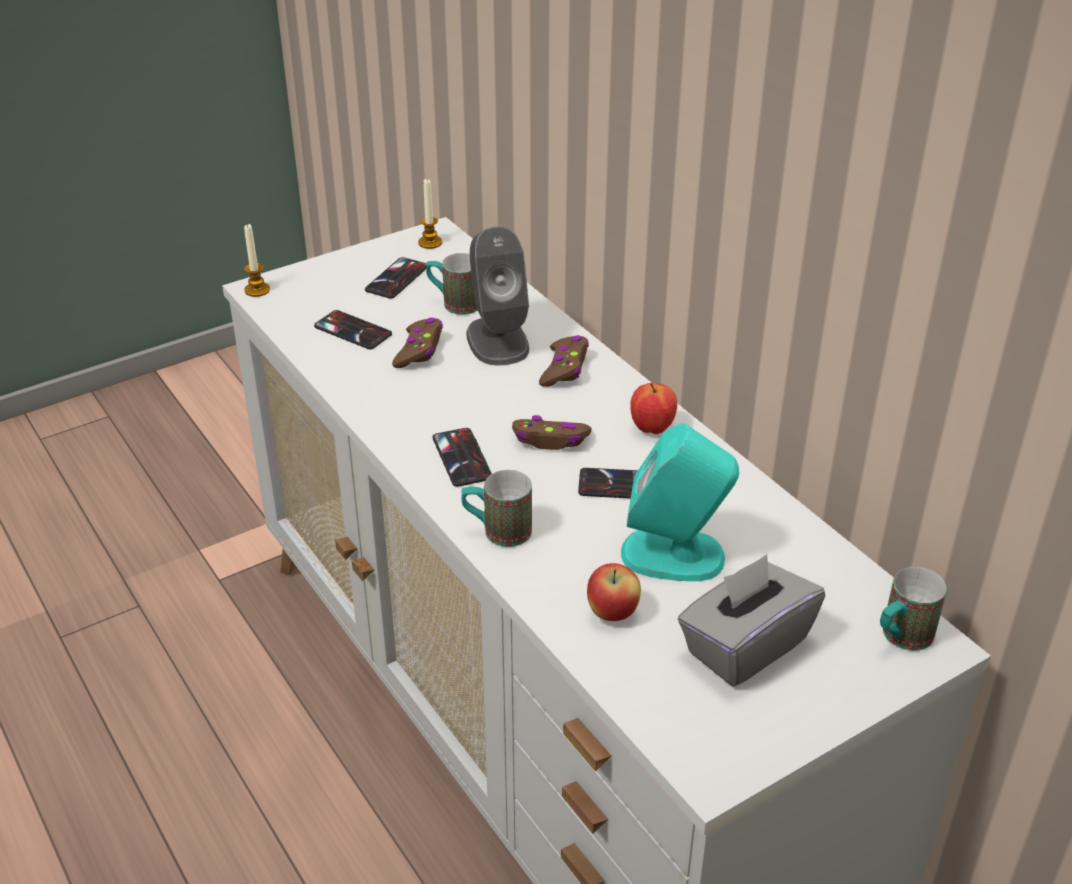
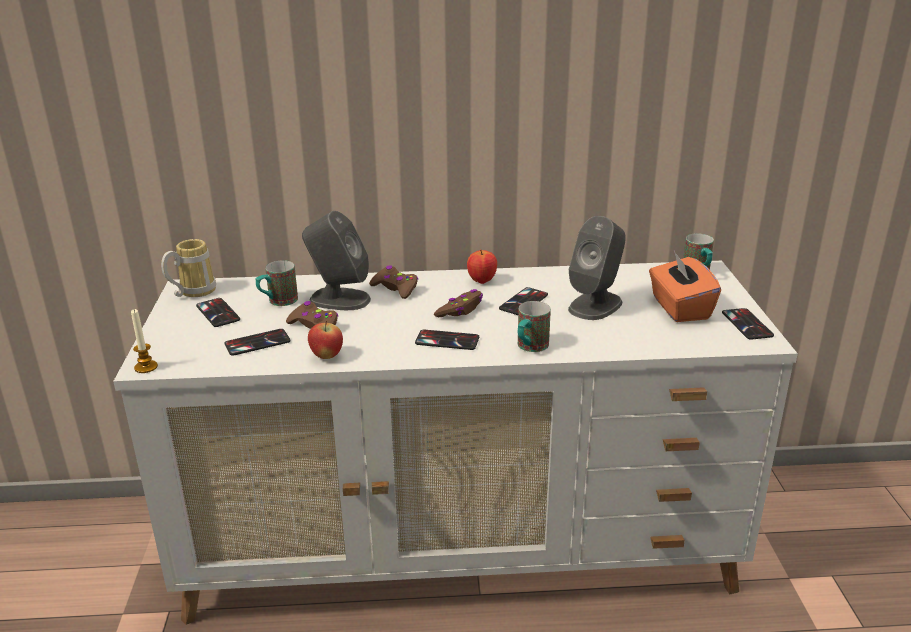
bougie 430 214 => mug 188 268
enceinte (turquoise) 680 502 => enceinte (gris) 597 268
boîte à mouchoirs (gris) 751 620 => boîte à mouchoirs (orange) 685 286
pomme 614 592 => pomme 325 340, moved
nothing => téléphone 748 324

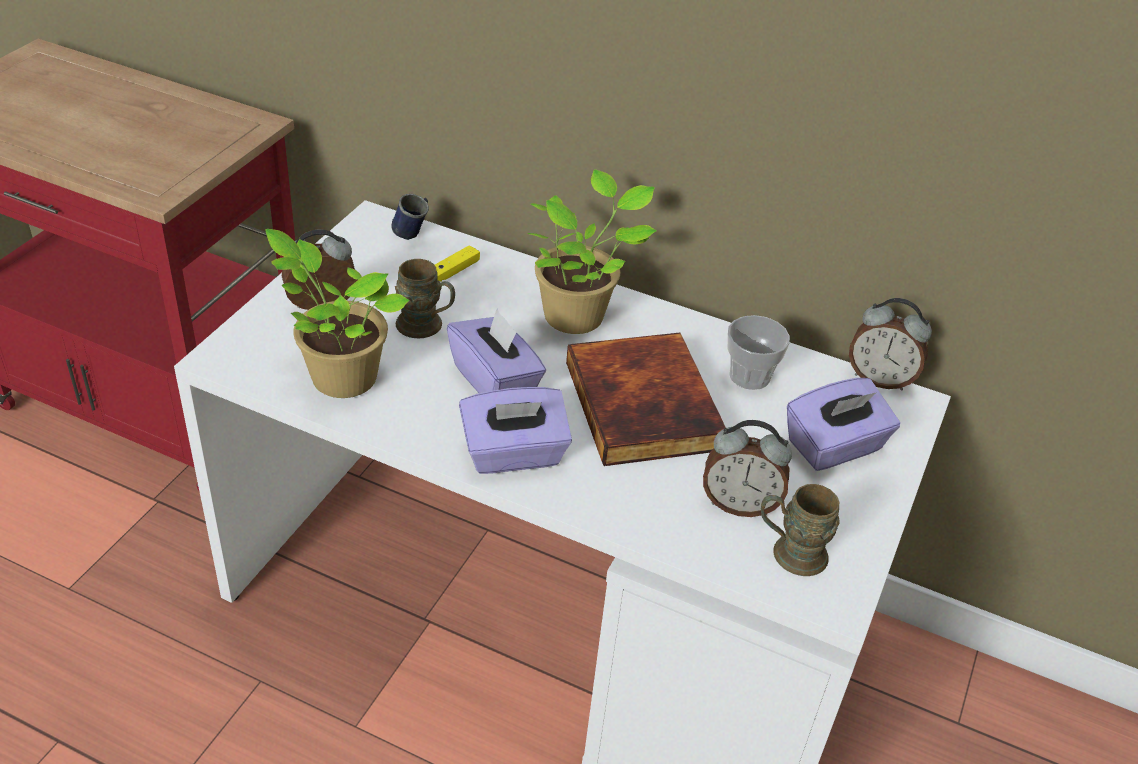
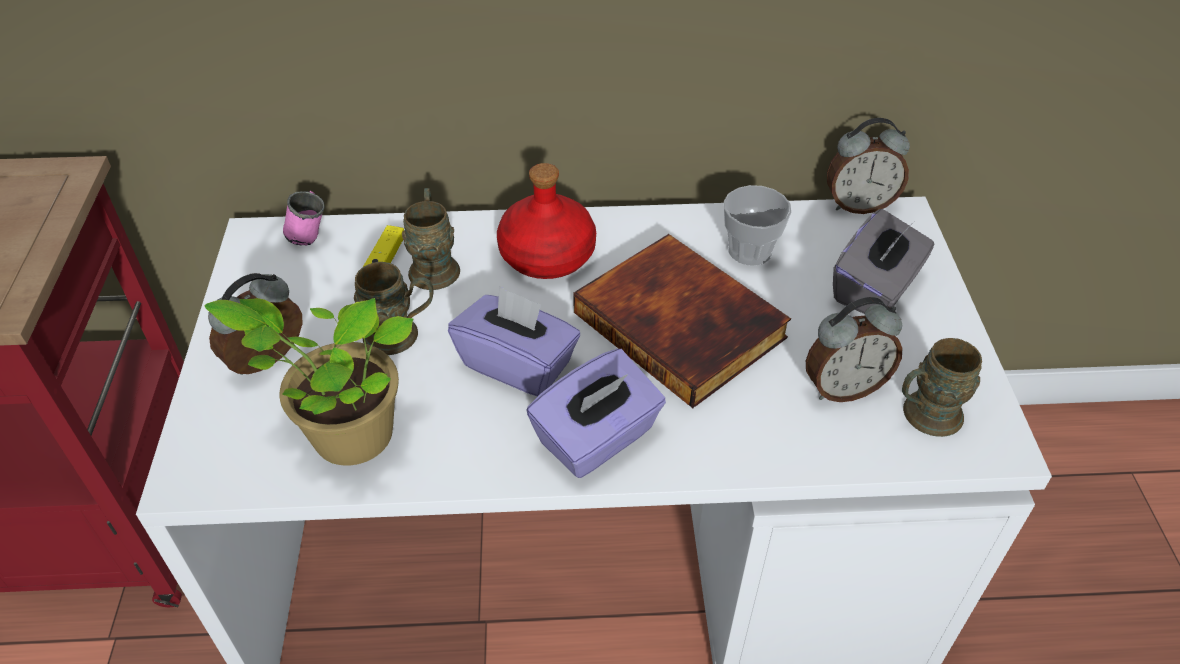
plante en pot 592 252 => bouteille (rouge) 546 221
mug (bleu) 410 217 => mug (rose) 304 218
boîte à mouchoirs (violet) 843 424 => boîte à mouchoirs (gris) 883 261
nothing => mug (marron) 431 239

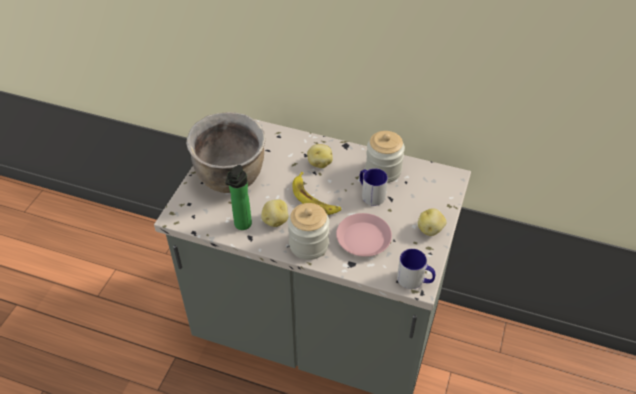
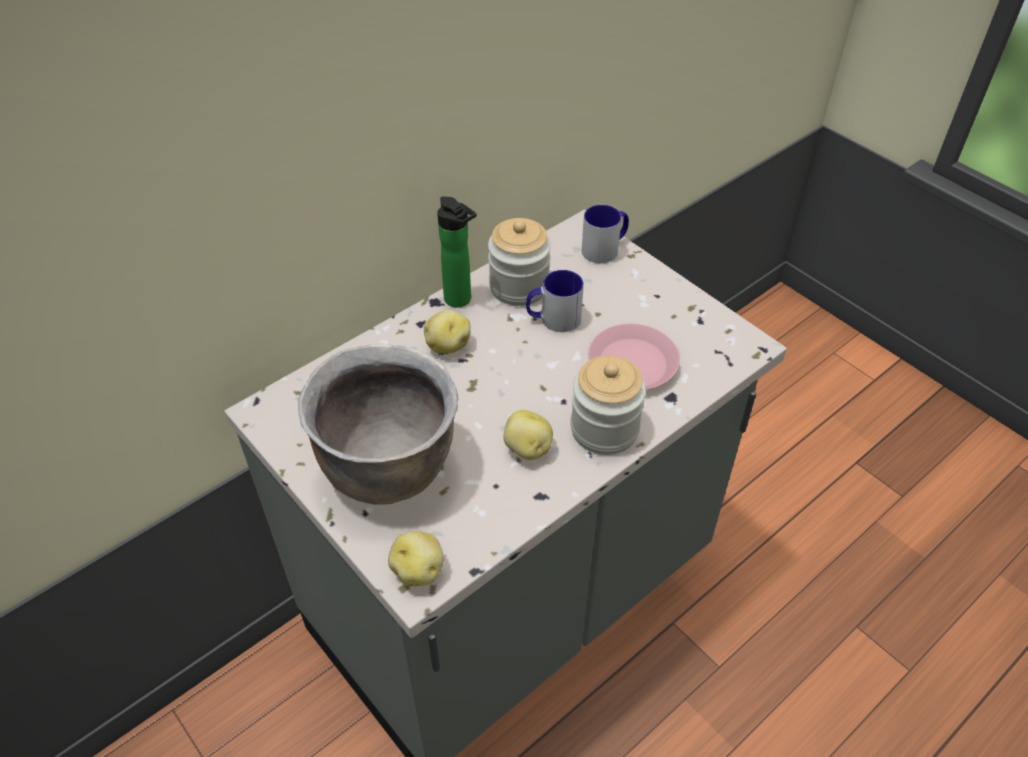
bouteille 238 197 => bouteille 457 251, moved
banane 316 193 => nothing
pomme de terre 432 222 => pomme de terre 416 558, moved
mug 416 269 => mug 605 234, moved

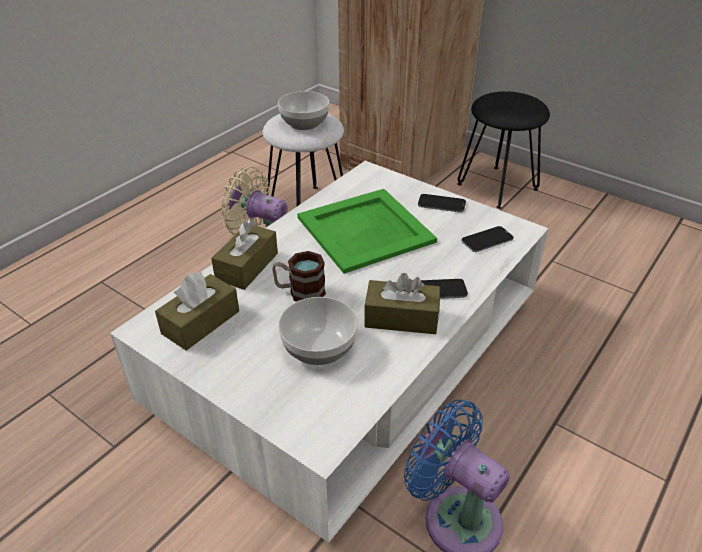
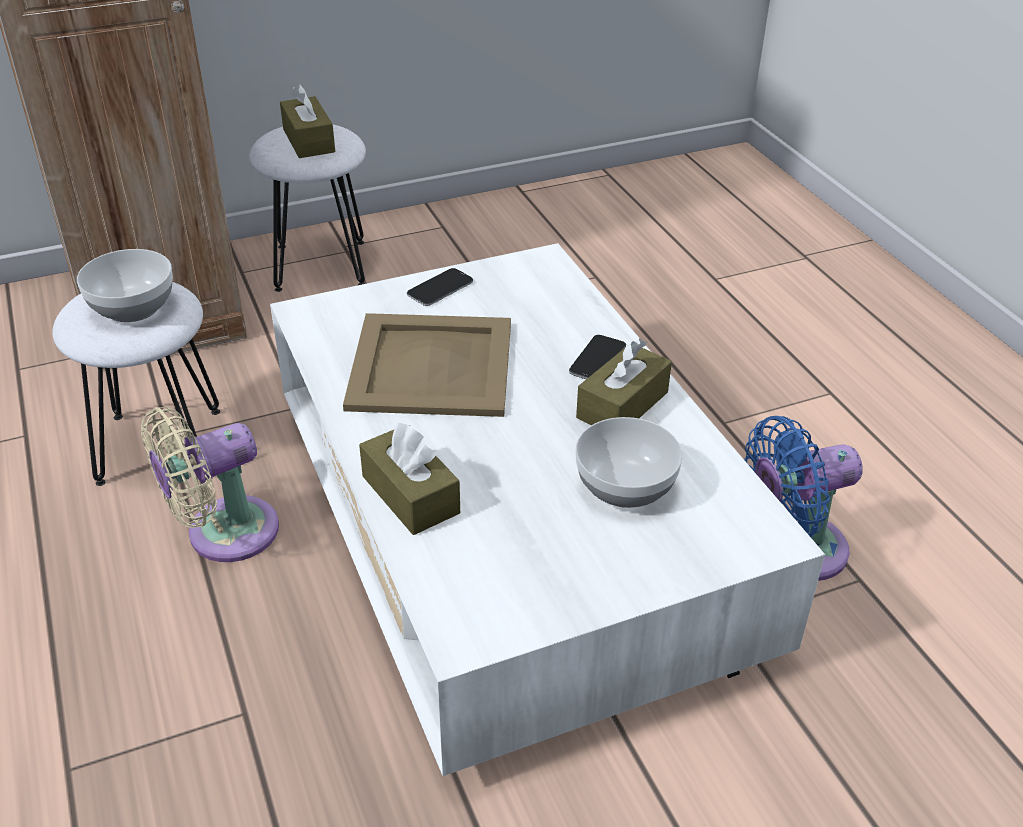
tabouret (noir) 503 150 => tabouret (blanc) 307 208
plateau (vert) 367 231 => plateau (beige) 427 365
téléphone 488 239 => nothing
mug 299 276 => nothing
boîte à mouchoirs (marron) 197 311 => boîte à mouchoirs (marron) 307 121, moved

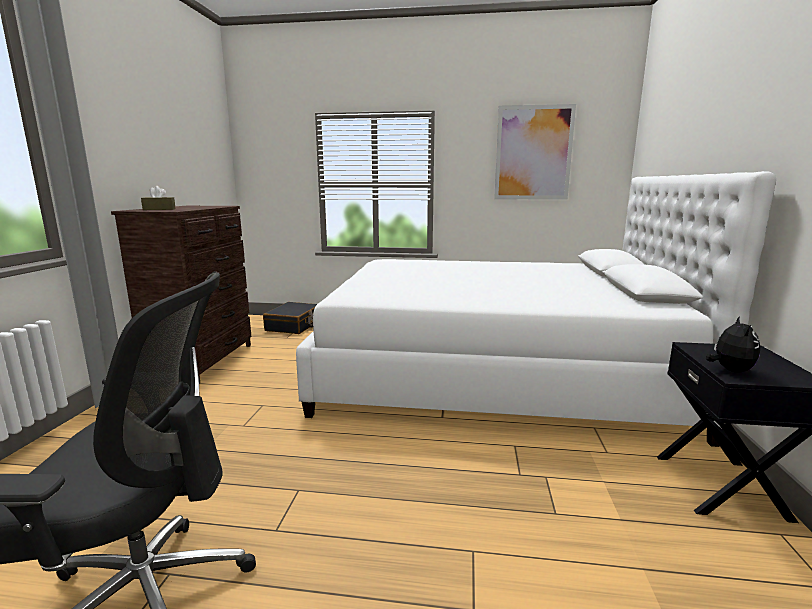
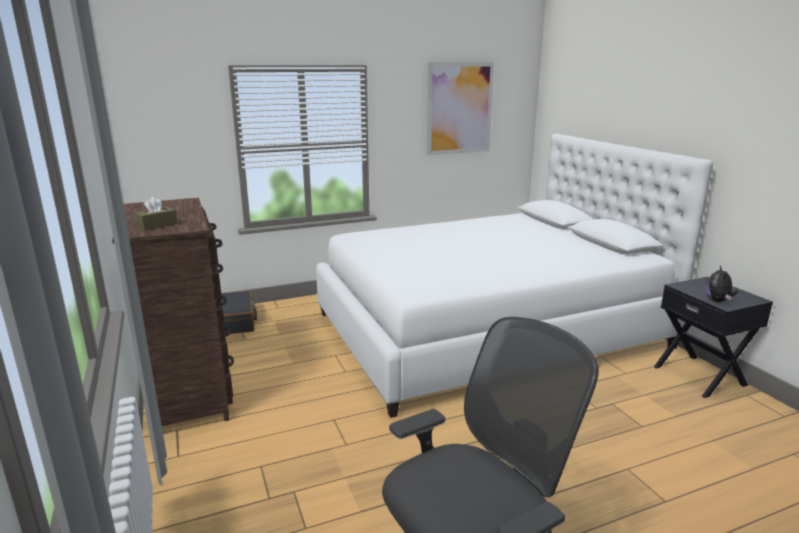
peluche 733 344 => peluche 722 284, 150 degrees counterclockwise

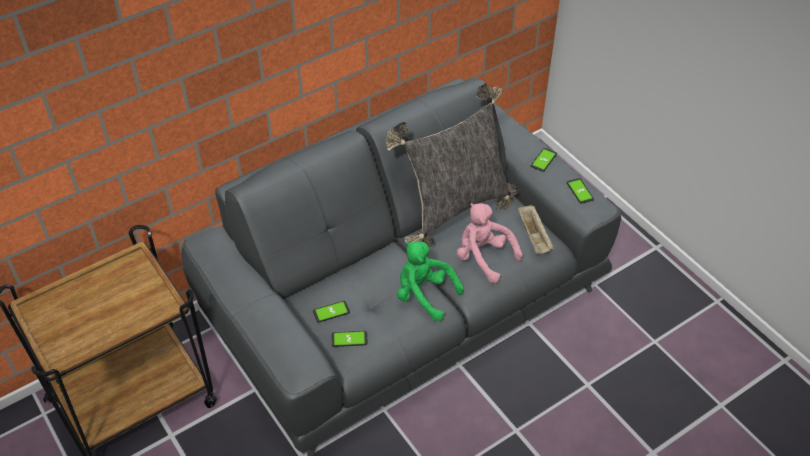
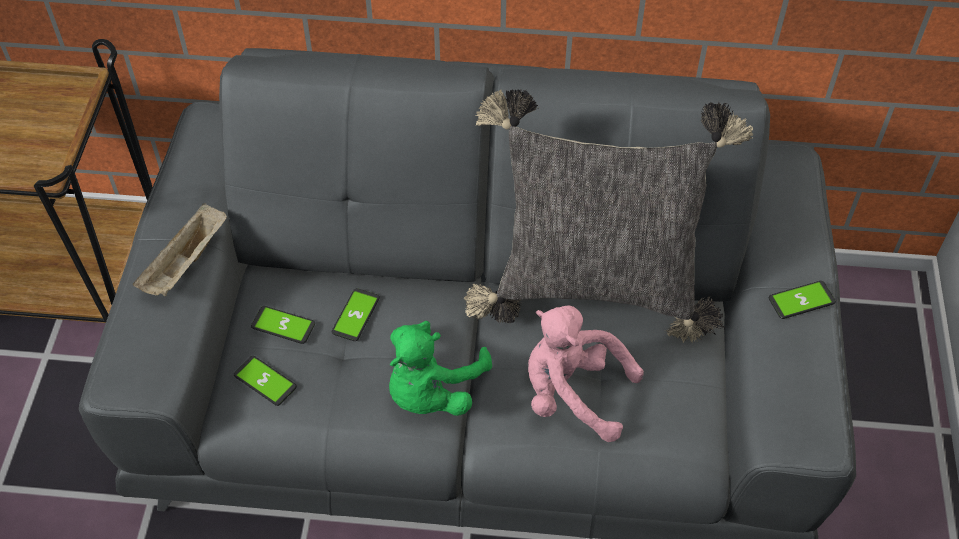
téléphone 580 191 => téléphone 356 314, moved
peluche (rose) 490 243 => peluche (rose) 586 374, 60 degrees counterclockwise
plateau (beige) 536 229 => plateau (beige) 180 249, moved
peluche (vert) 430 281 => peluche (vert) 440 368, 135 degrees counterclockwise

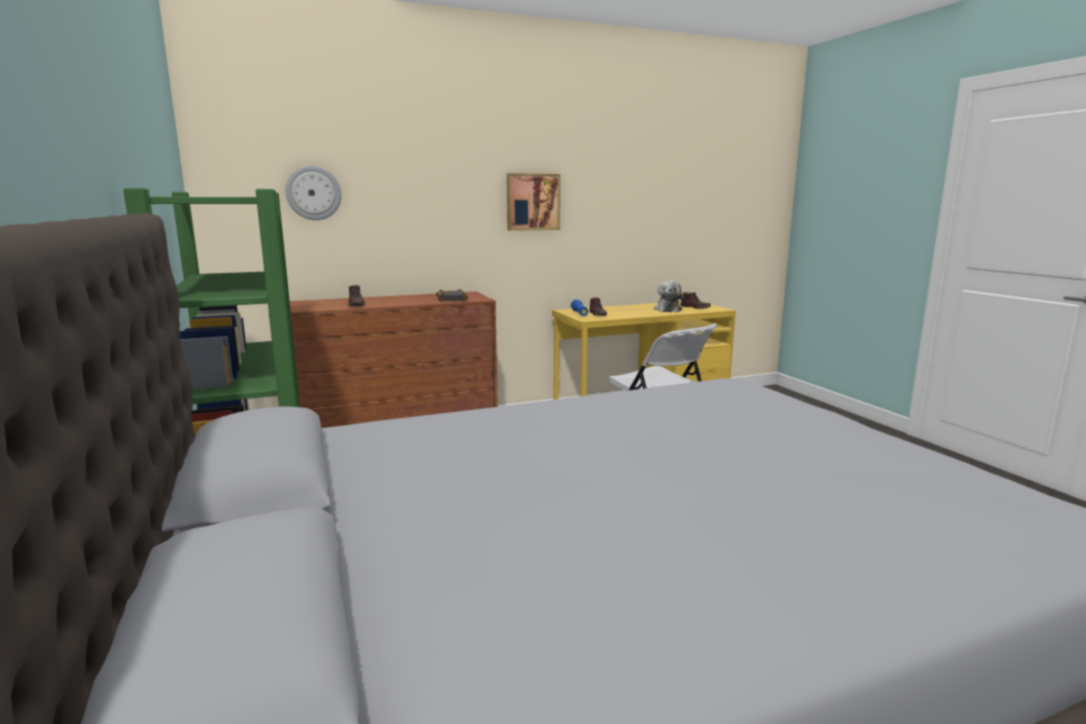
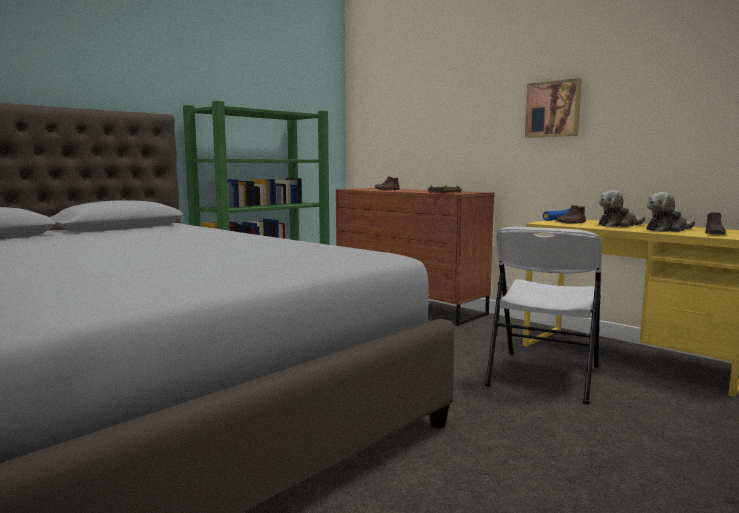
horloge murale 313 192 => nothing
nothing => peluche 622 208

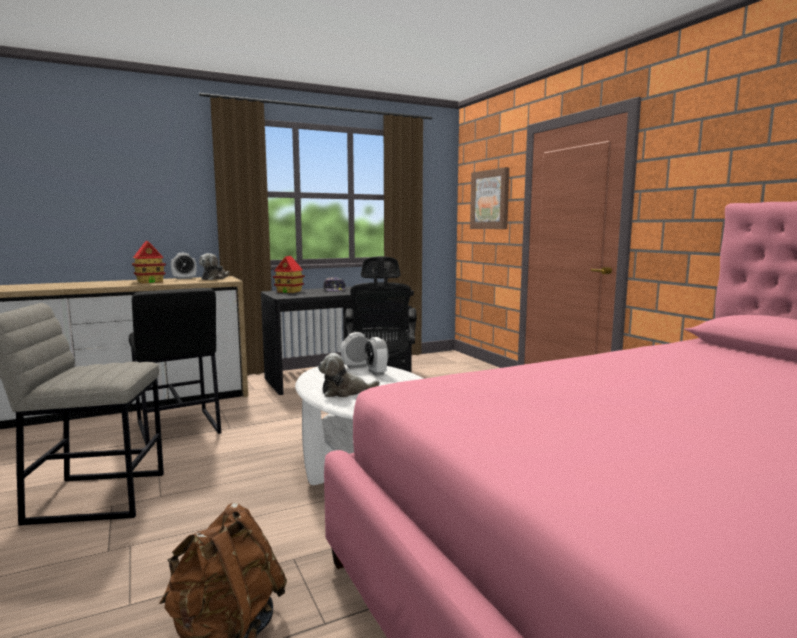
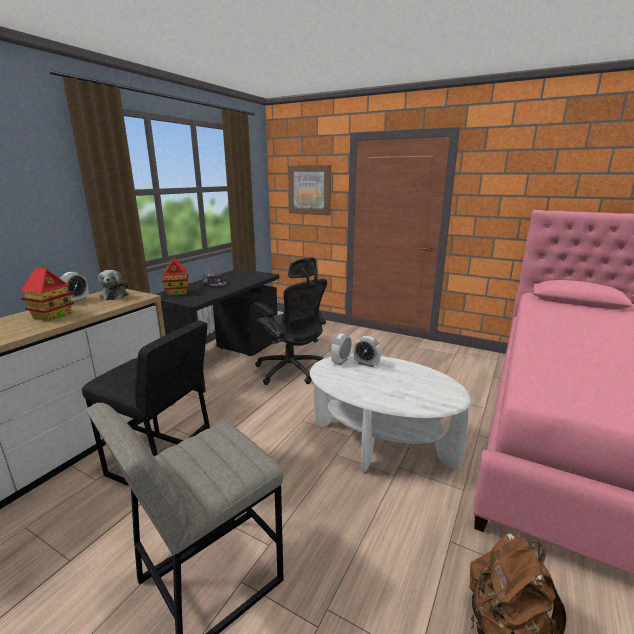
peluche 349 375 => nothing

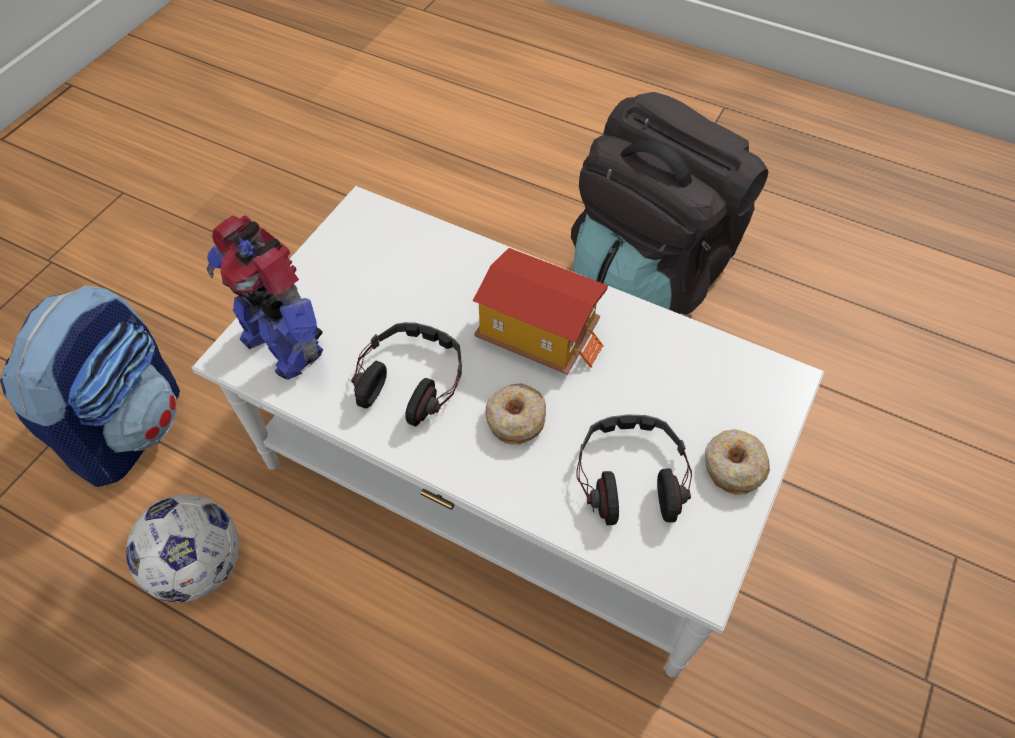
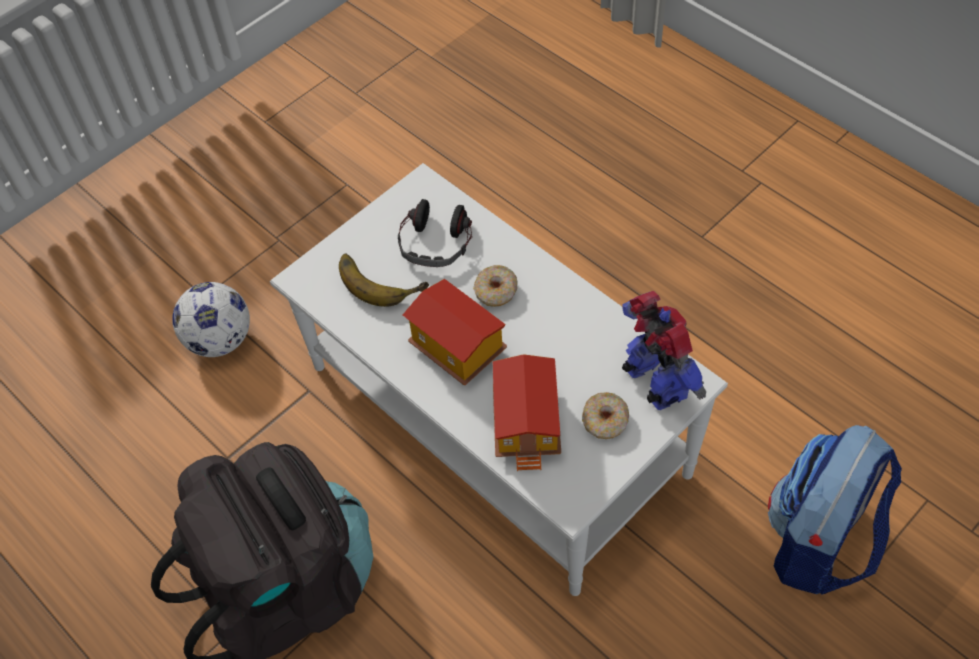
casque audio 406 374 => nothing
beignet 737 462 => beignet 605 415, moved
ballon de foot 182 548 => ballon de foot 211 319, moved
nothing => banane 384 280
nothing => maison miniature 526 412

